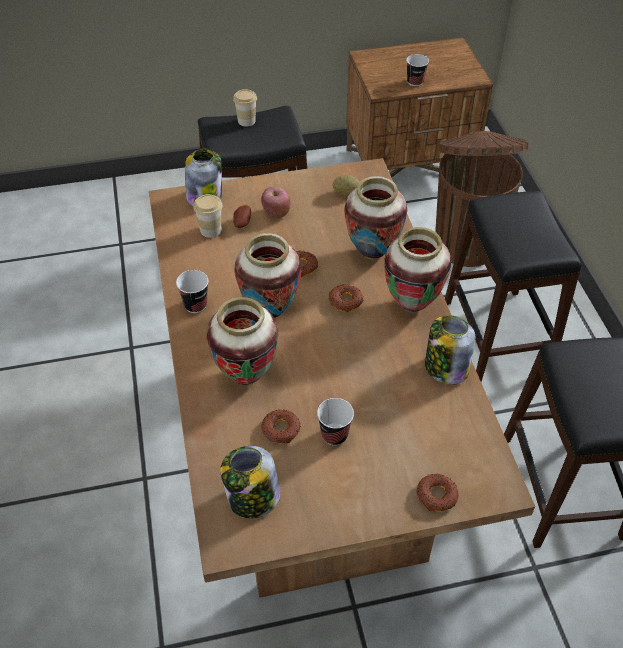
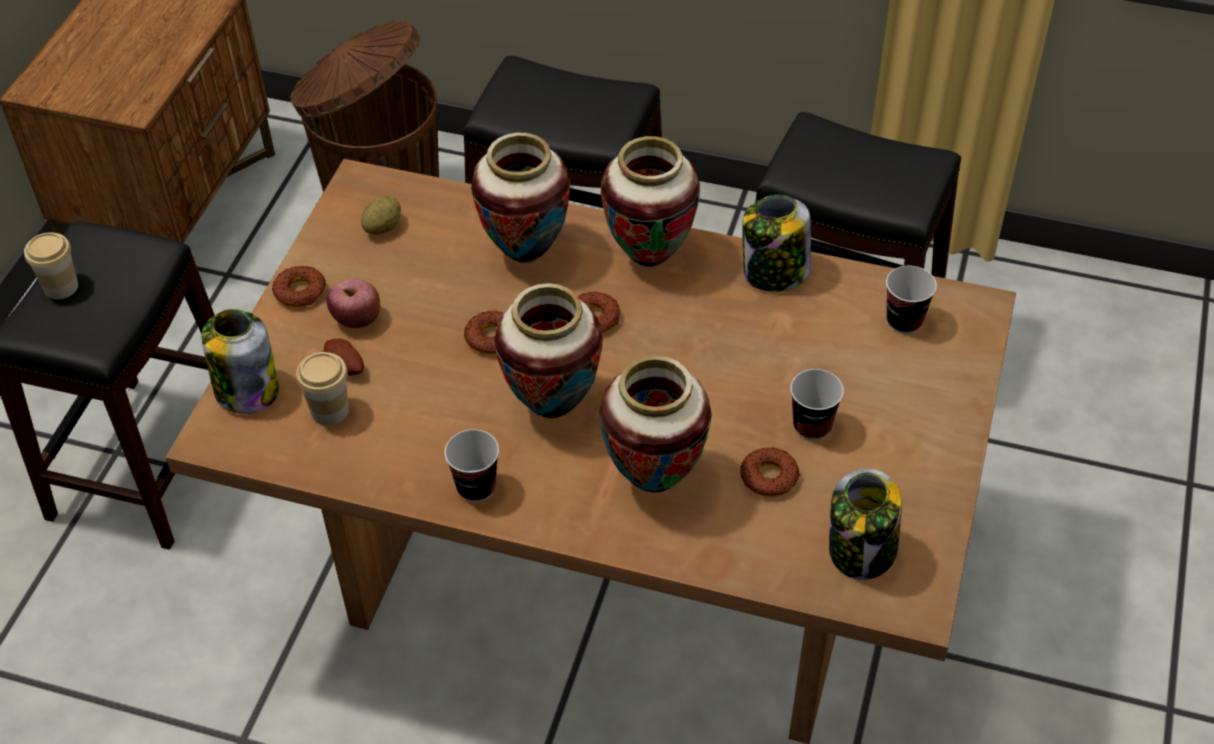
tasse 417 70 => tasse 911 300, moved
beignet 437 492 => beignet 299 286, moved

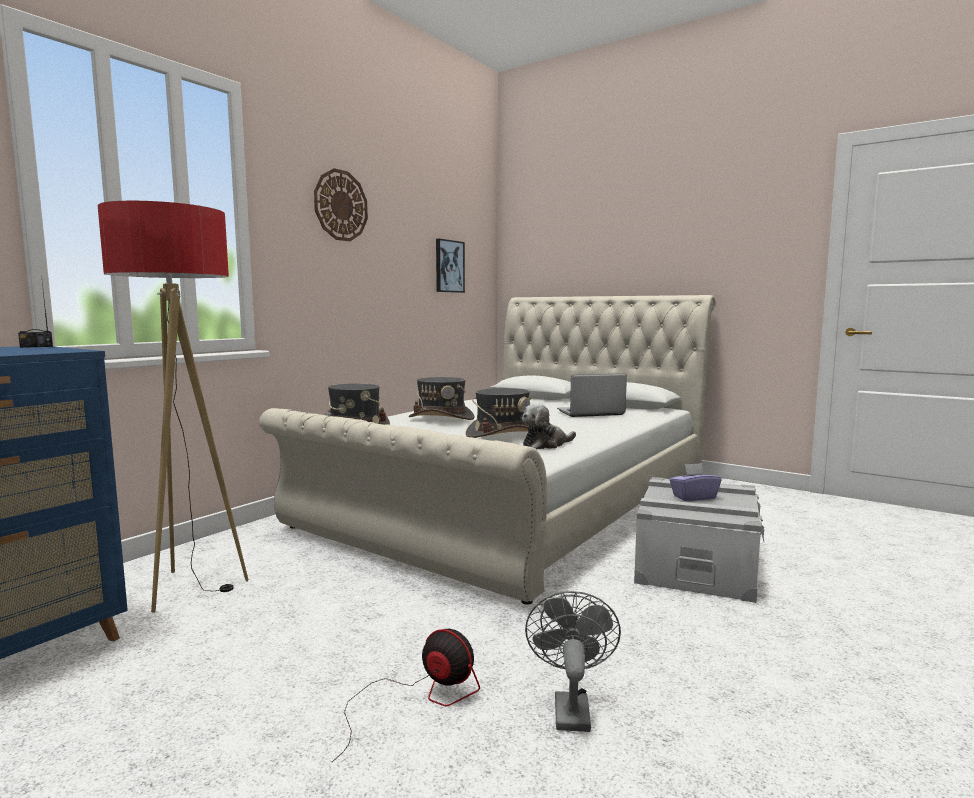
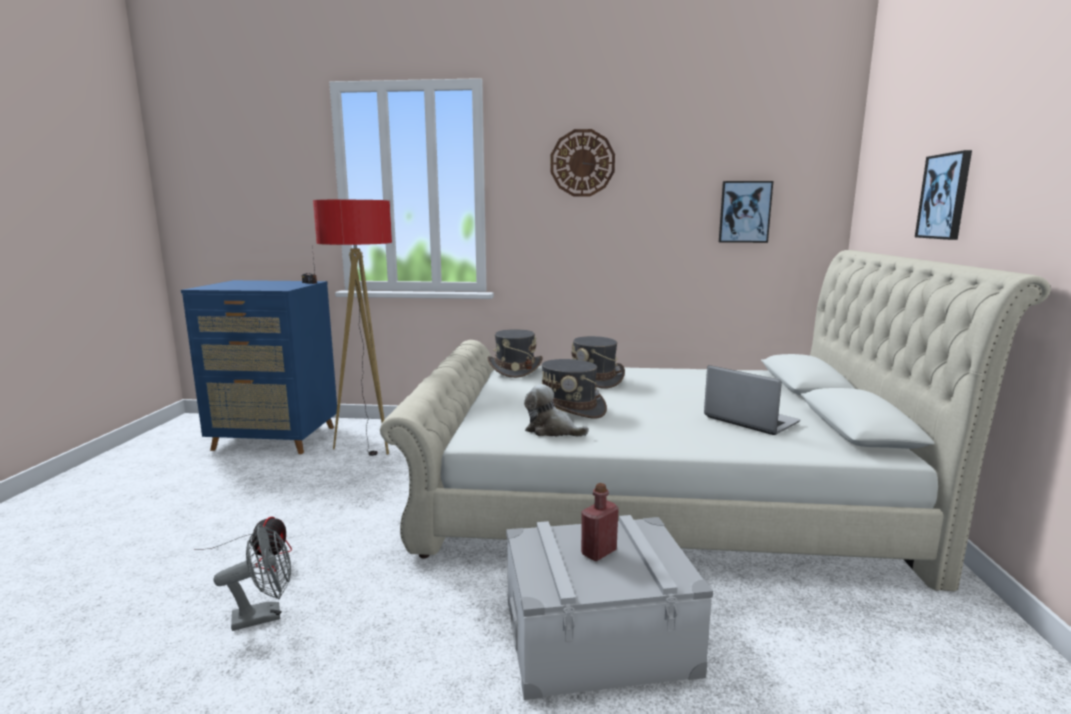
boîte à mouchoirs (violet) 695 482 => bouteille (rouge) 600 522
nothing => tableau 943 195

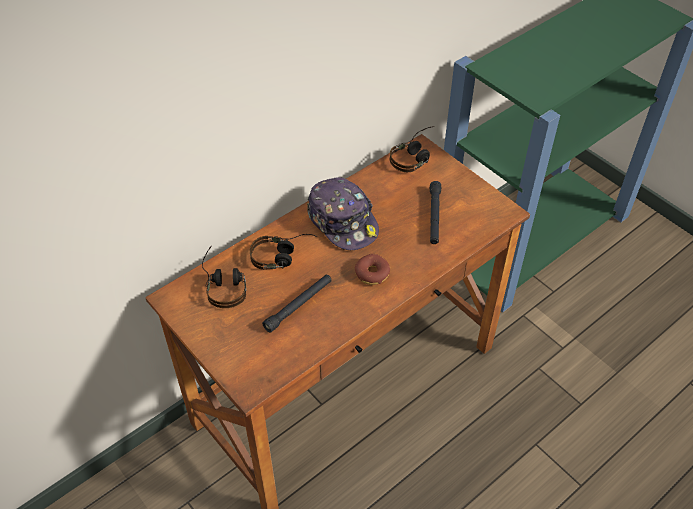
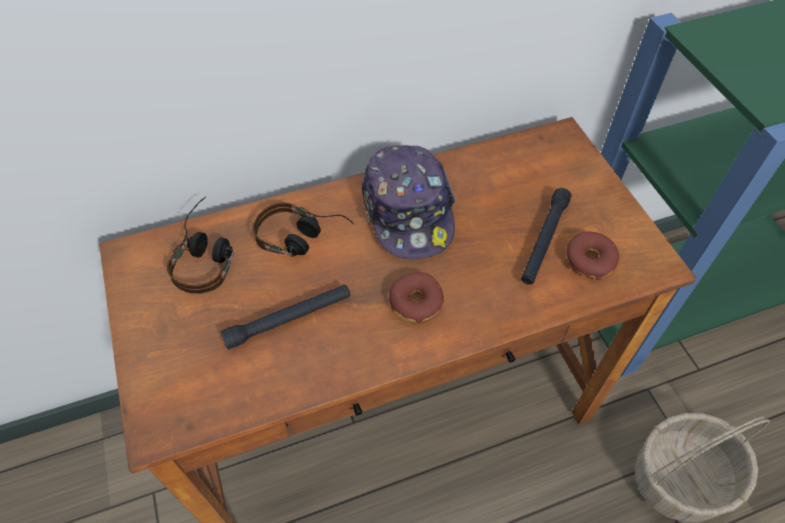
casque audio 410 149 => nothing
nothing => beignet 593 255
nothing => panier 702 467

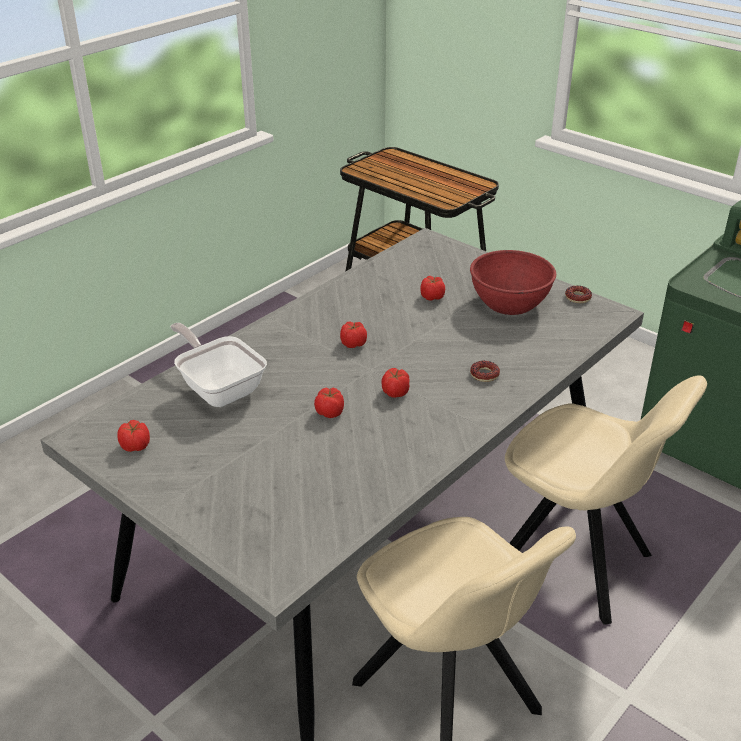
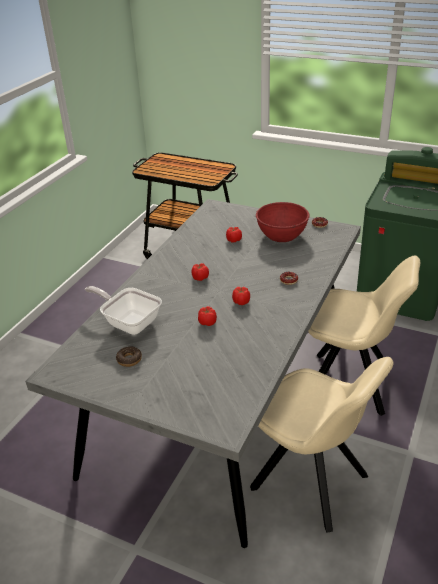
tomate 133 436 => nothing
nothing => beignet 129 356

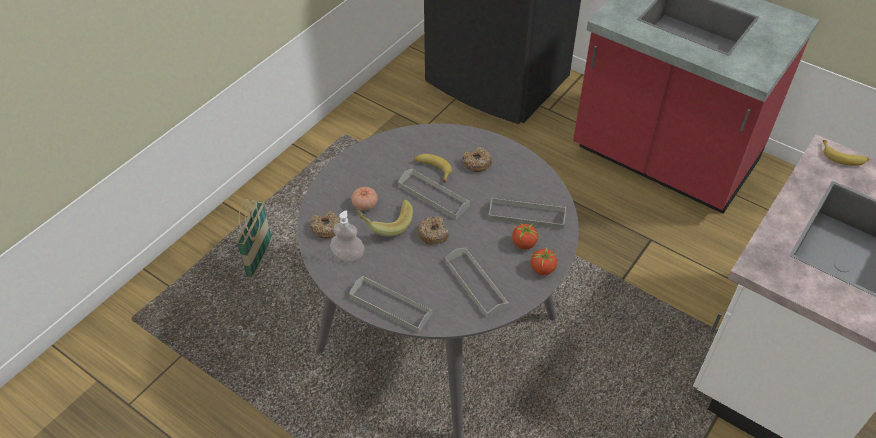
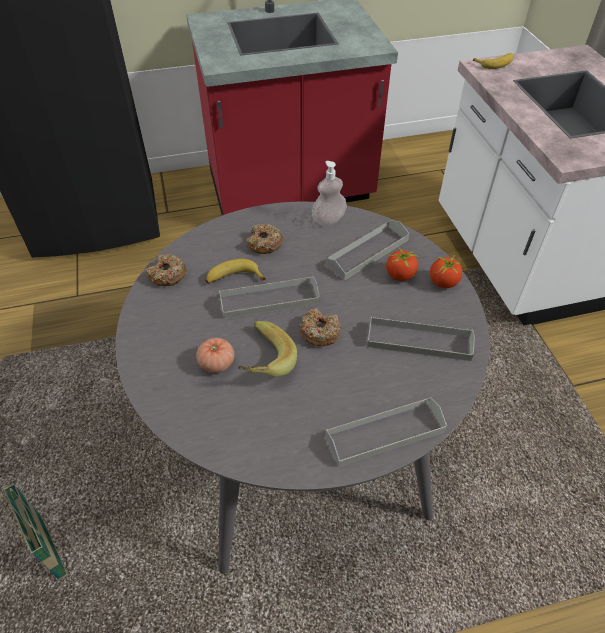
distributeur de savon 347 235 => distributeur de savon 329 193, moved
beignet 325 225 => beignet 166 270, moved

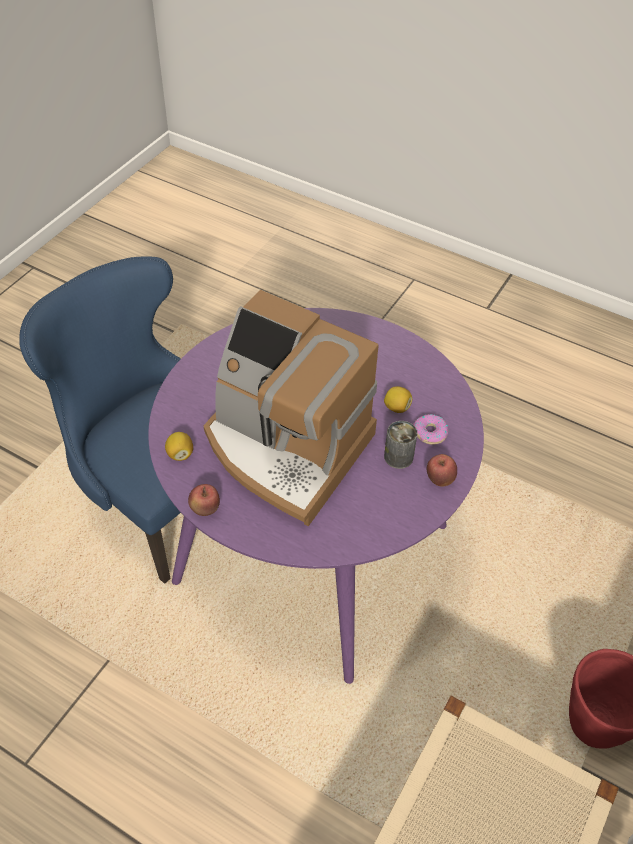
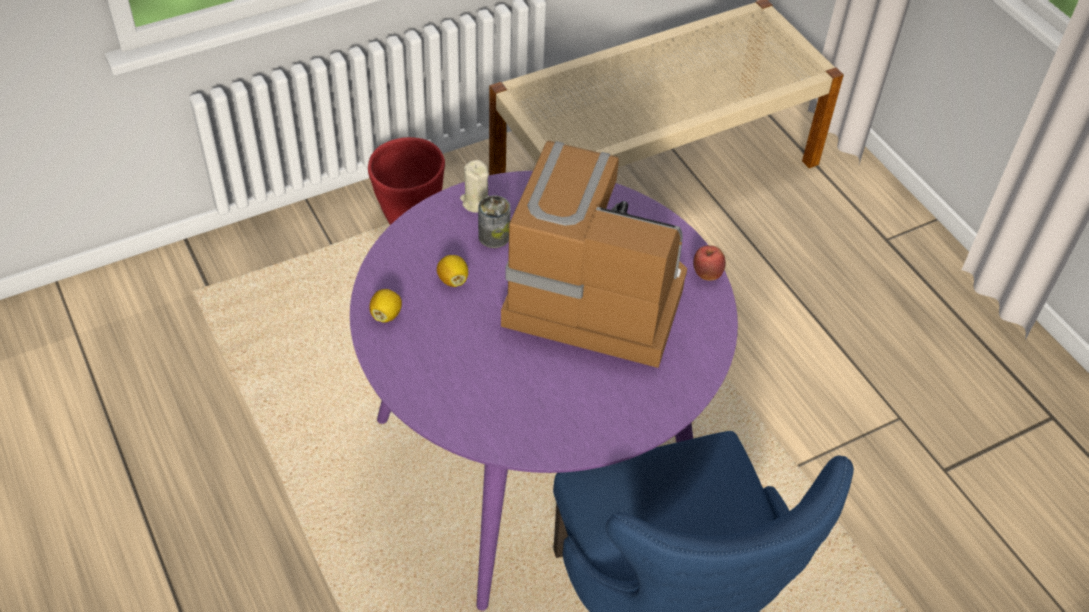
machine à café 291 408 => machine à café 594 254, 45 degrees counterclockwise
beignet 430 429 => nothing
citron 179 446 => citron 385 306, moved
pomme 442 470 => bougie (beige) 474 186

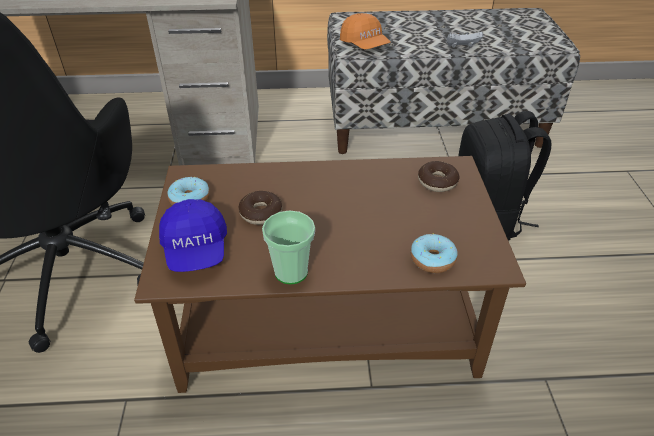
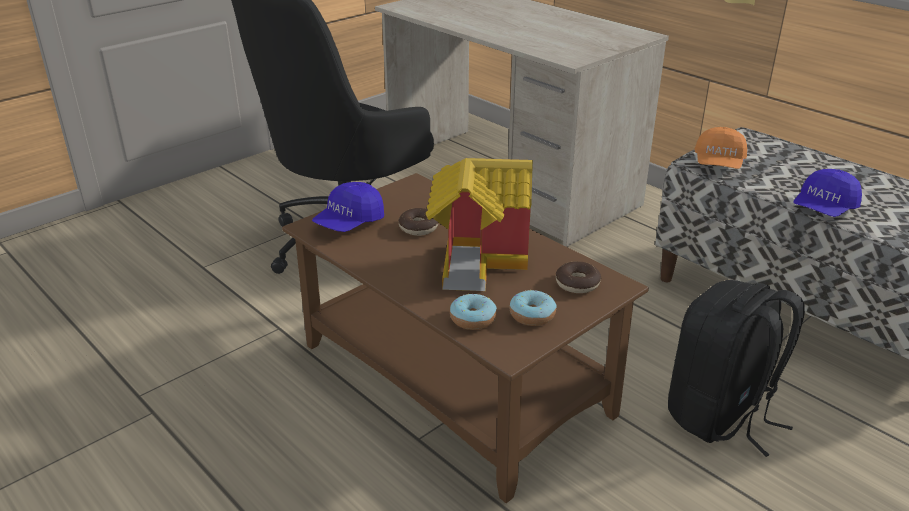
manette (blanc) 465 40 => casquette (bleu) 827 193
beignet 188 191 => beignet 533 308, moved
tasse 288 247 => nothing
nothing => maison miniature 479 224

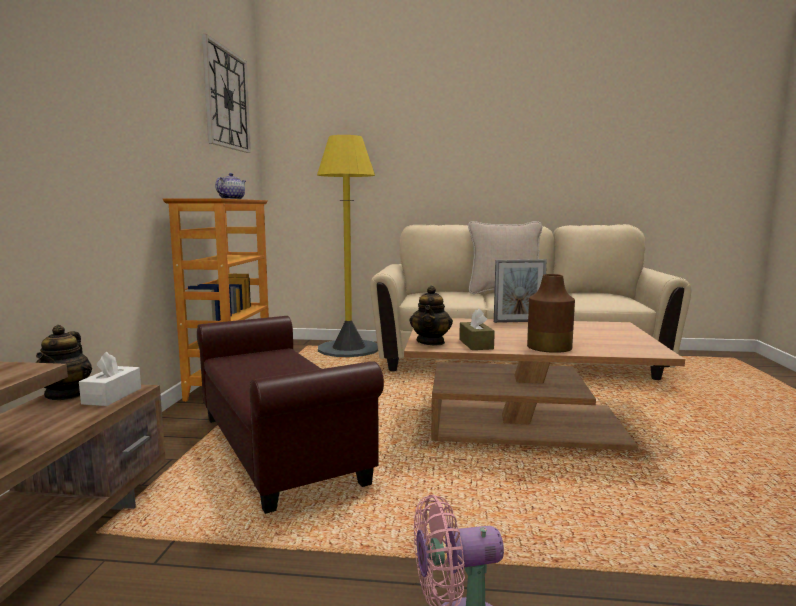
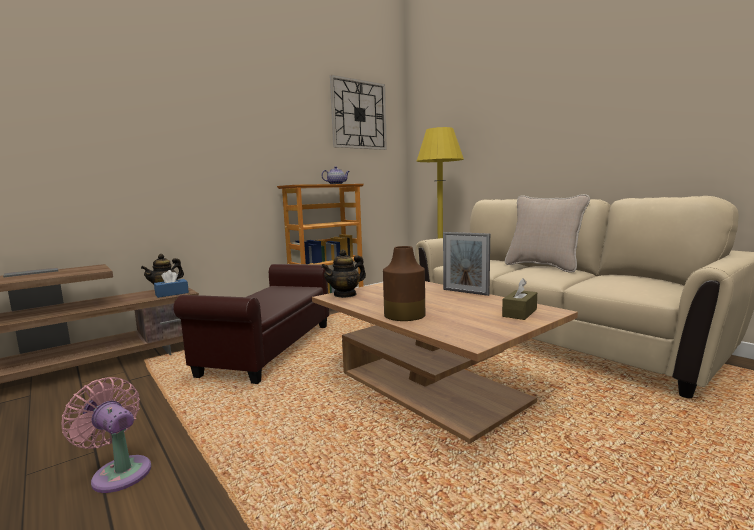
boîte à mouchoirs (marron) 477 329 => boîte à mouchoirs (marron) 519 299, moved
boîte à mouchoirs (blanc) 110 379 => boîte à mouchoirs (bleu) 171 284

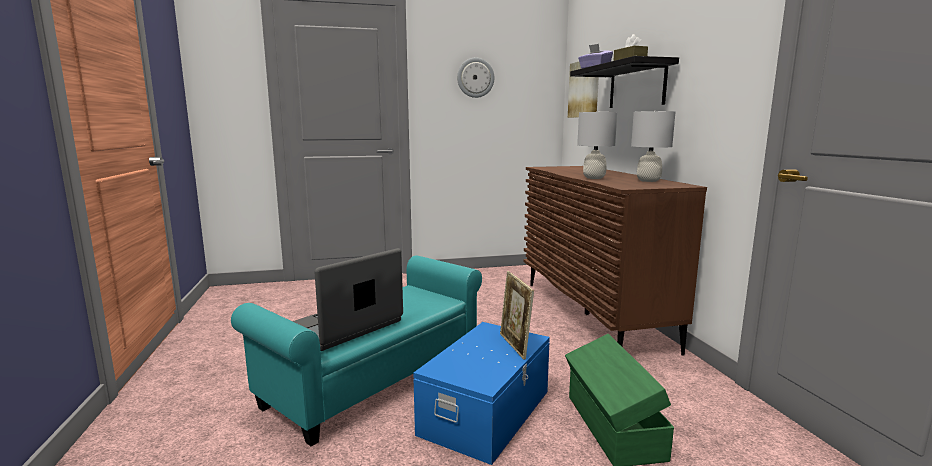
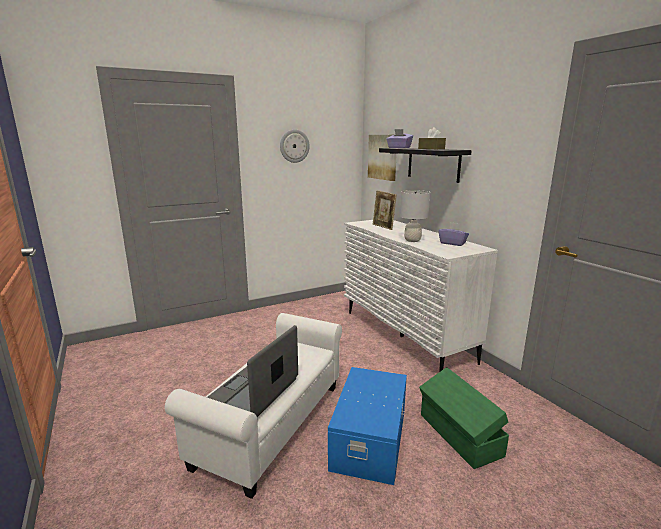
lampe de table (gris) 653 146 => boîte à mouchoirs (violet) 453 234
commode (marron) 615 260 => commode (blanc) 421 296
pouf (turquoise) 356 350 => pouf (blanc) 253 406
cadre photo 517 315 => cadre photo 385 210, moved

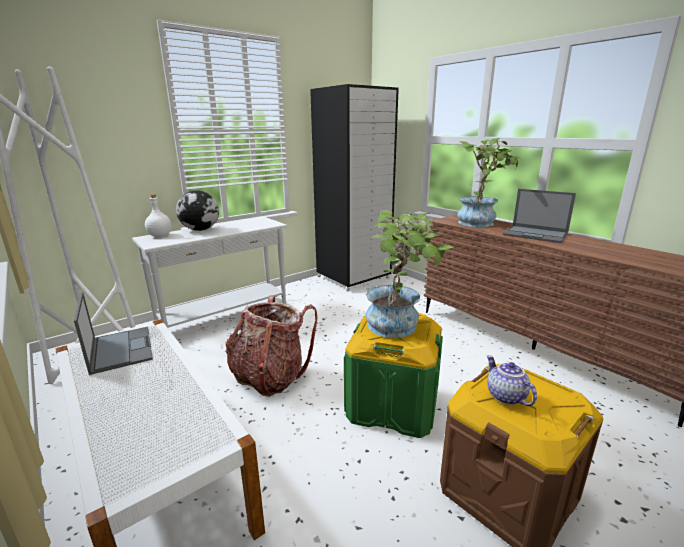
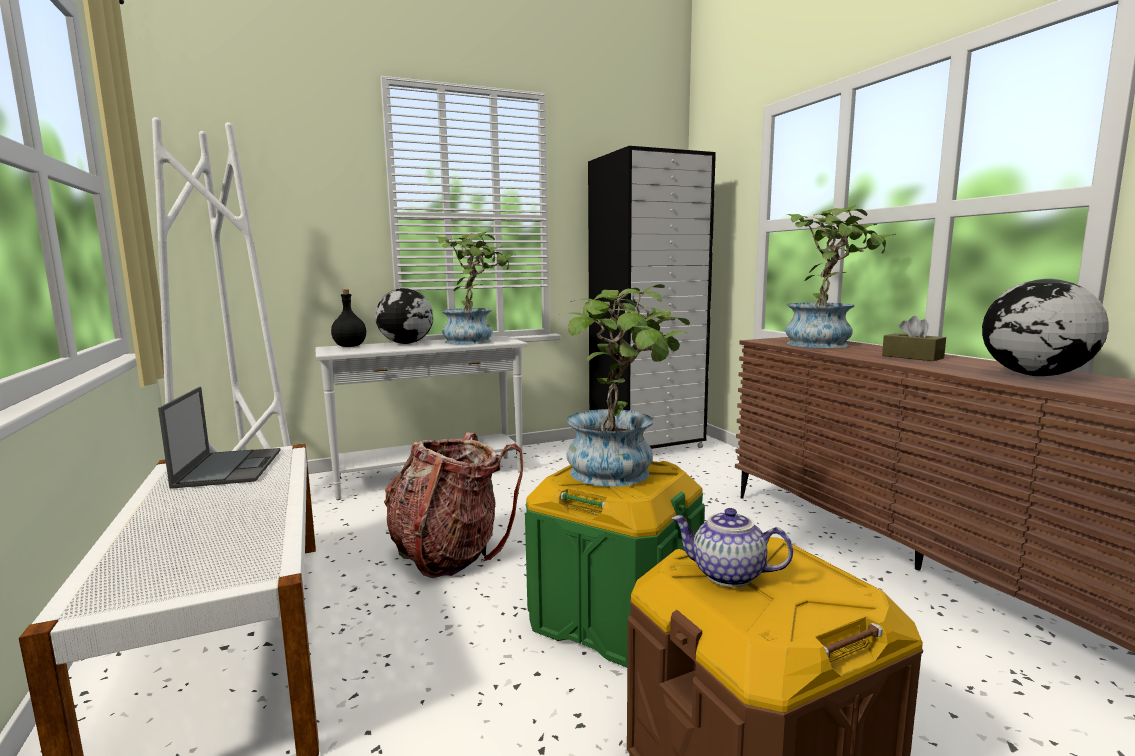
ordinateur portable 539 216 => boîte à mouchoirs (marron) 914 338
bouteille (blanc) 158 215 => bouteille (noir) 348 318
théière 512 380 => théière 732 547, 60 degrees counterclockwise
nothing => plante en pot 475 288
nothing => globe 1045 327

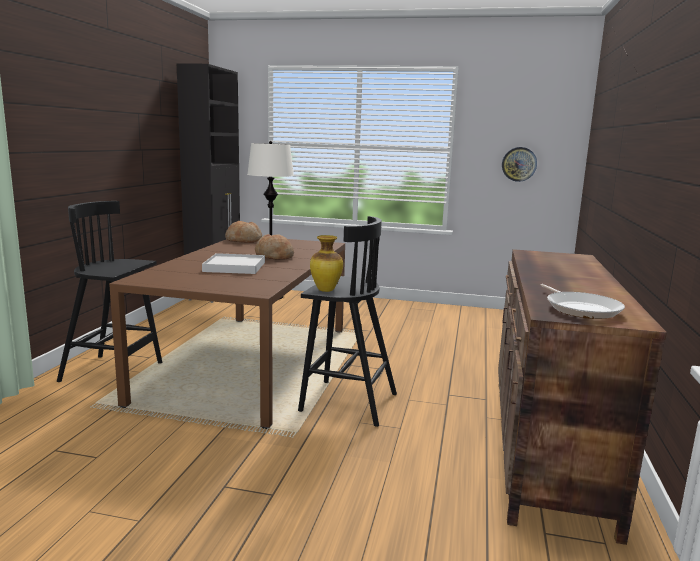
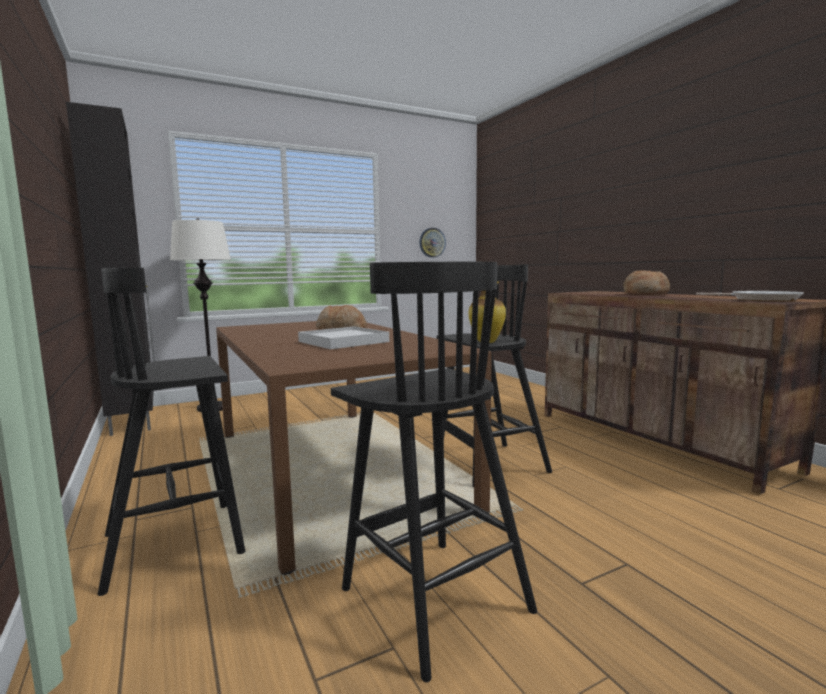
pain 243 232 => pain 646 282, moved
nothing => tabouret (noir) 434 472

